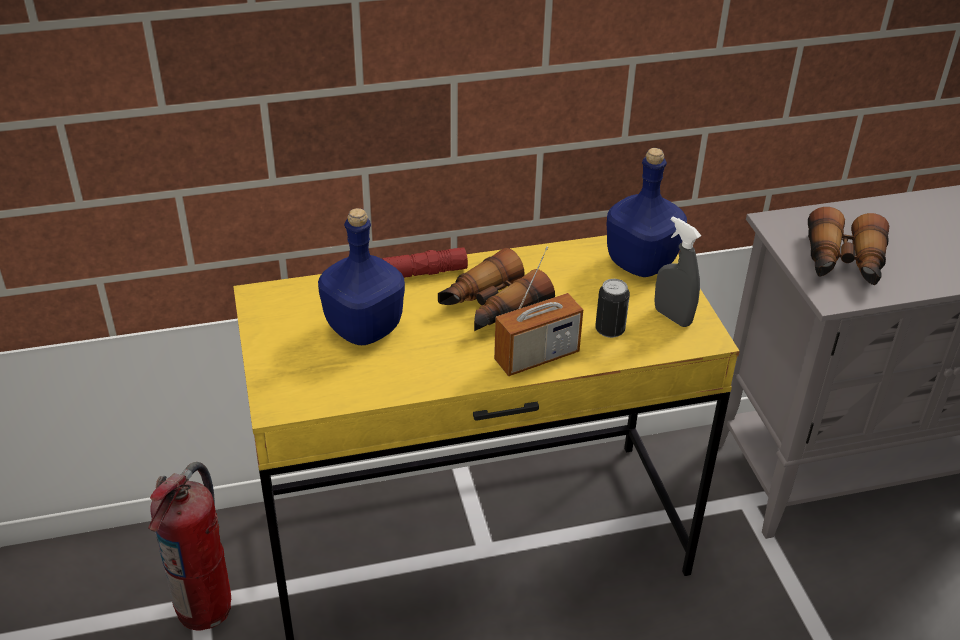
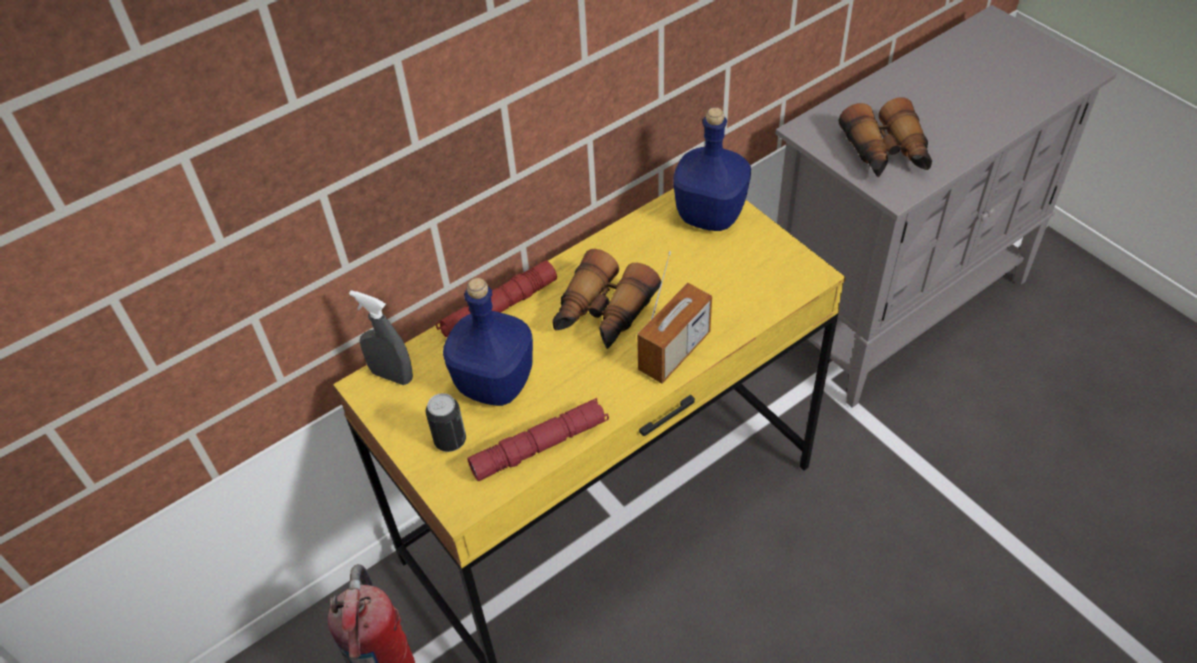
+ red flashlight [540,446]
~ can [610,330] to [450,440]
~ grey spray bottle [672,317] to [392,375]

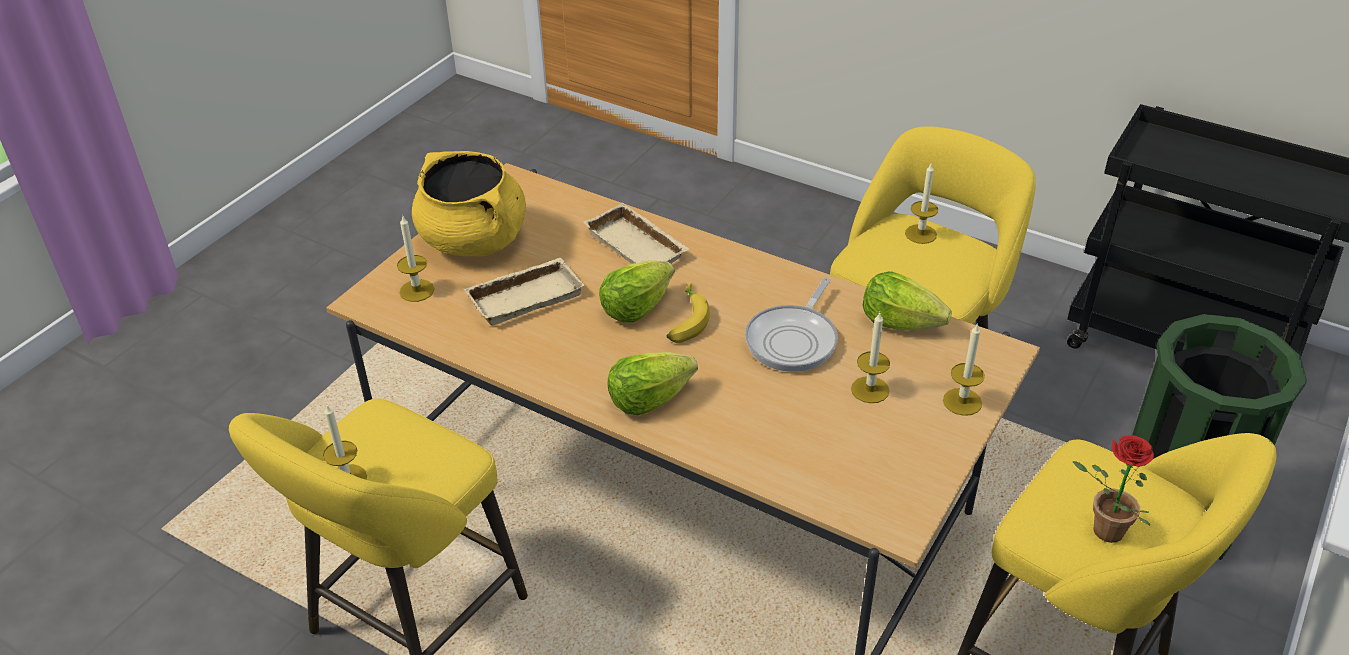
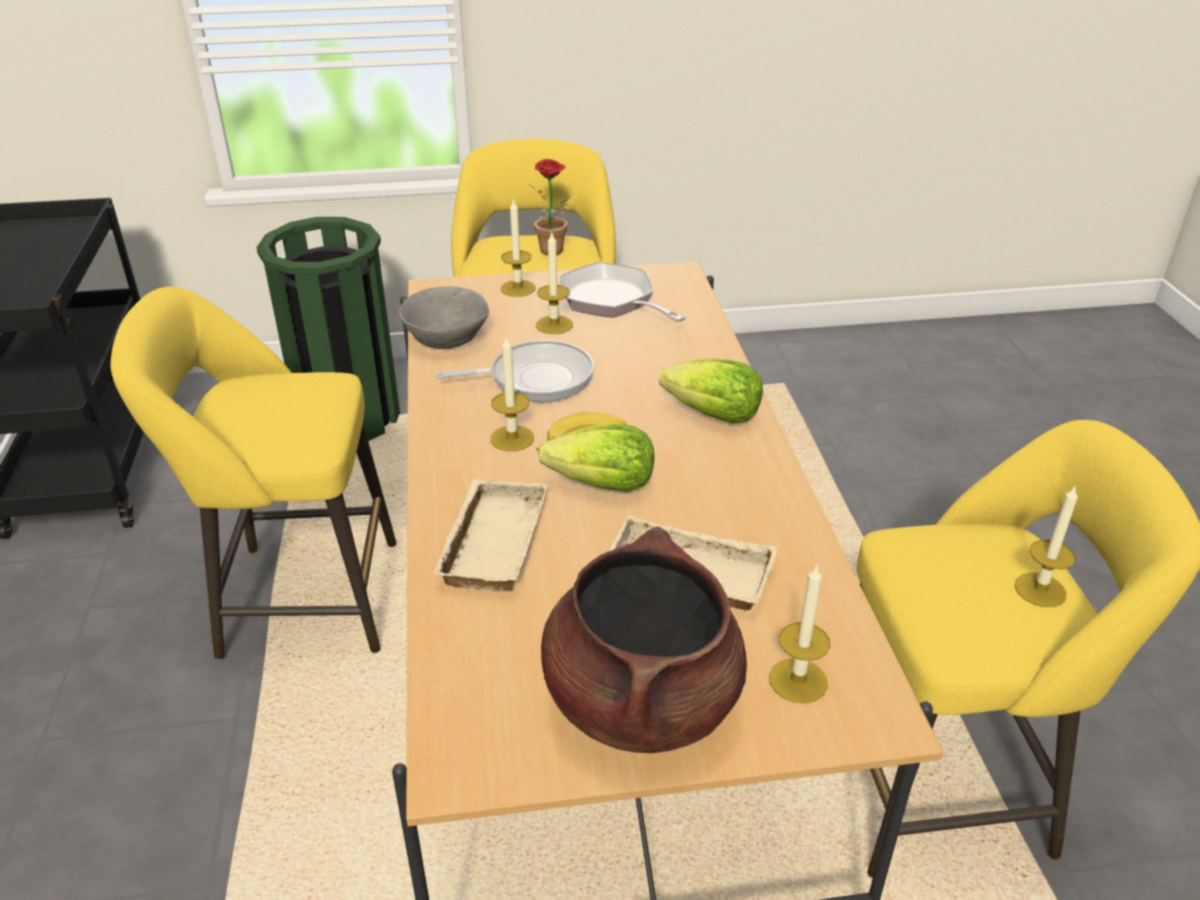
+ frying pan [612,301]
~ candle [920,234] to [512,438]
~ lettuce [899,322] to grey bowl [445,340]
~ yellow cooking pot [474,240] to brown cooking pot [641,700]

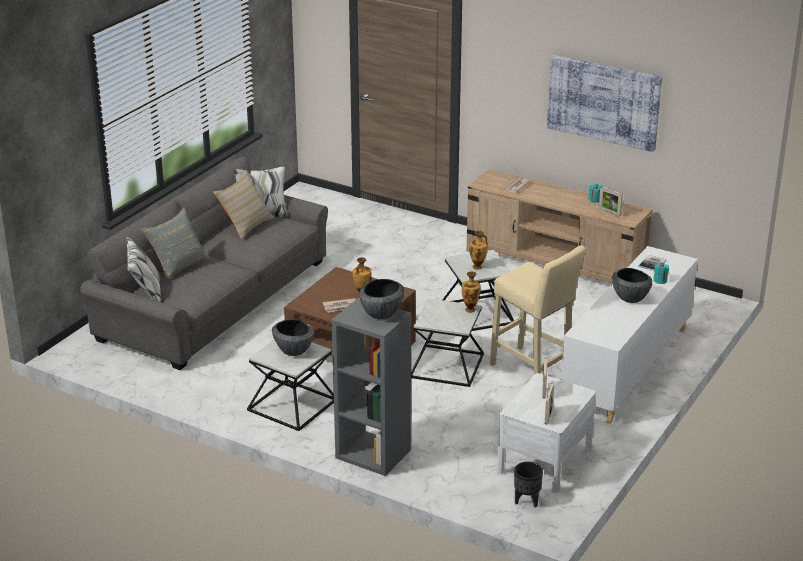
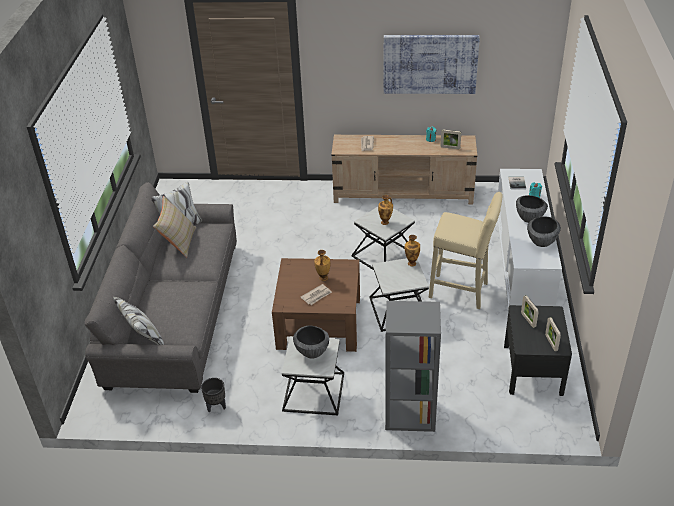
- grey pillow [178,265]
~ bowl [381,314] to [541,242]
~ black planter [526,501] to [216,406]
~ white nightstand [544,460] to black nightstand [533,369]

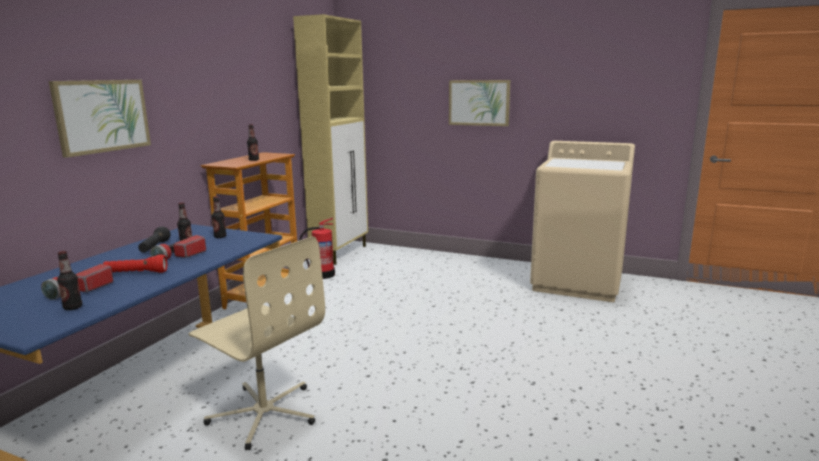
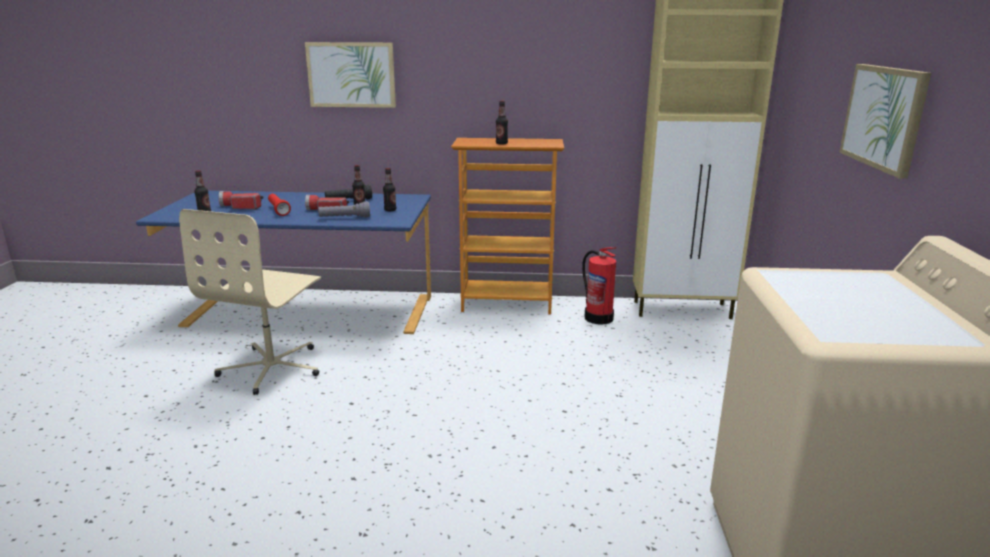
+ grey flashlight [345,218]

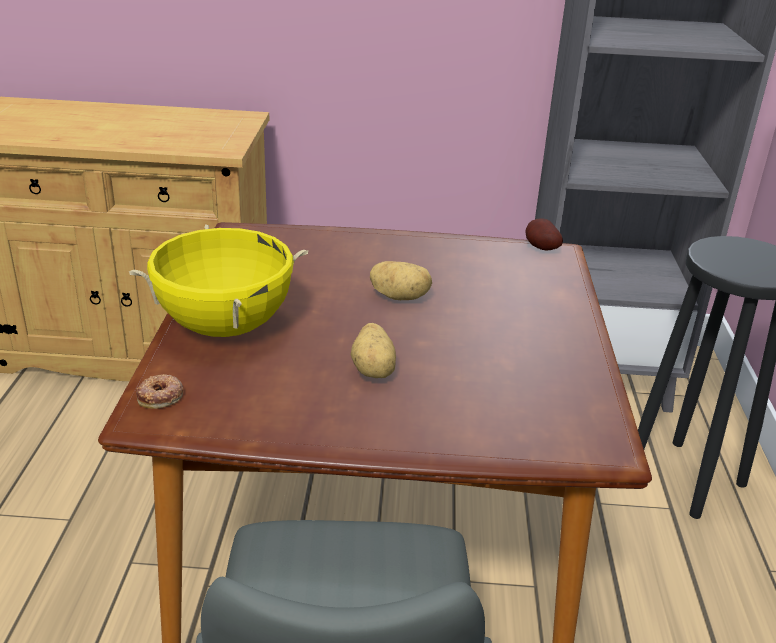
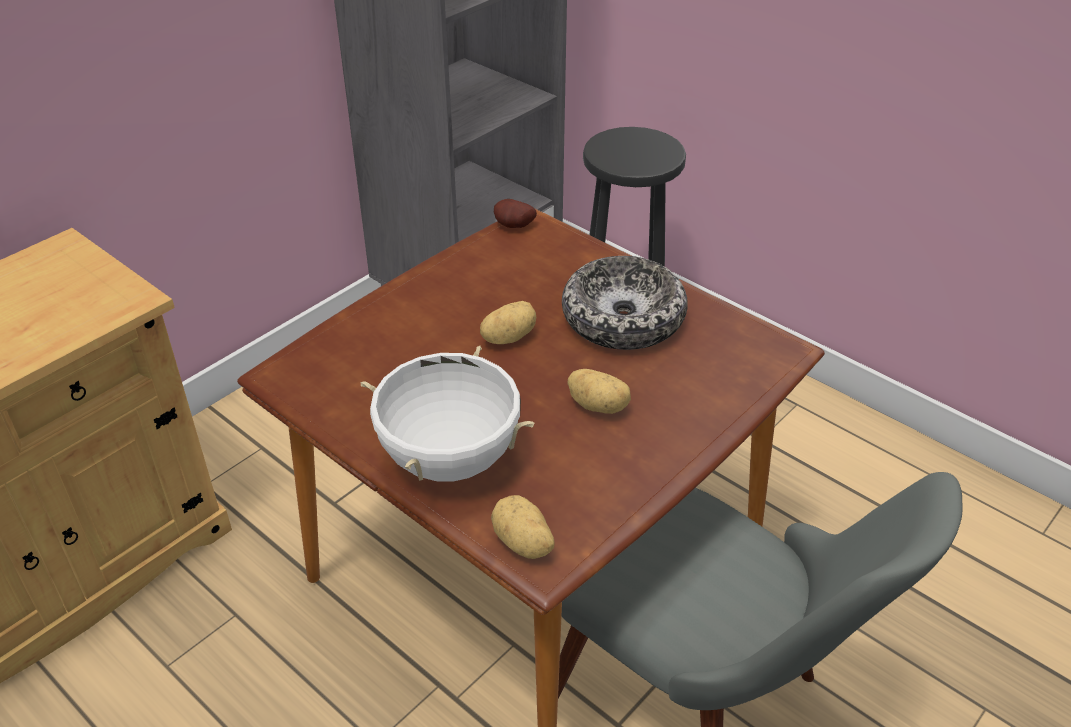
+ bowl [623,318]
~ donut [161,396] to potato [522,544]
~ yellow cooking pot [225,326] to white cooking pot [449,459]

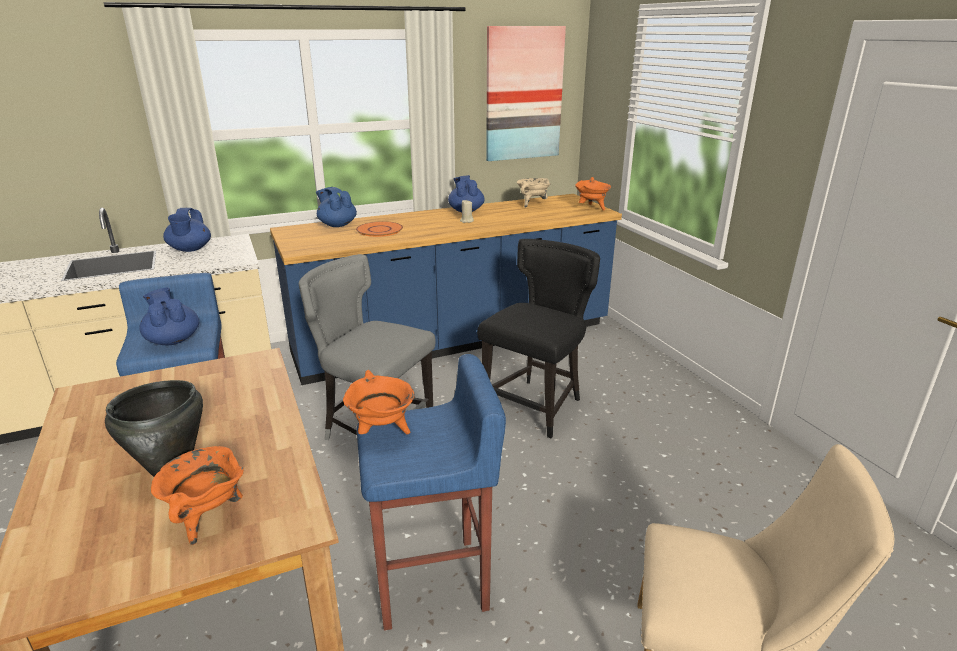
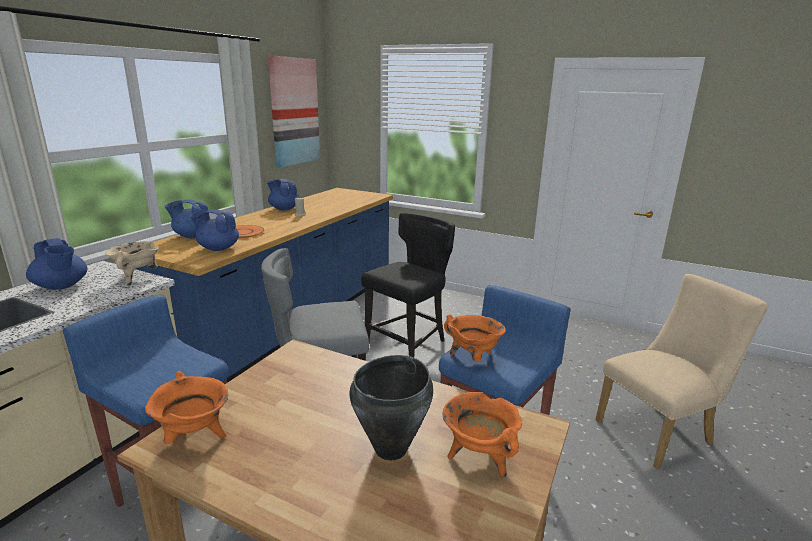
~ blue teapot [173,340] to [218,248]
~ beige cooking pot [532,204] to [137,278]
~ orange cooking pot [591,208] to [195,437]
~ black chair [536,406] = [408,343] 45 degrees clockwise

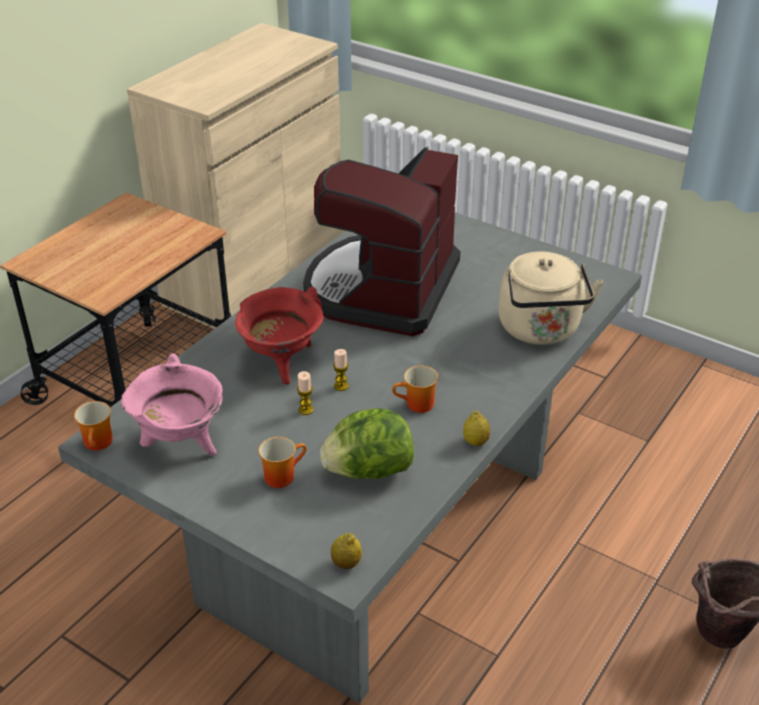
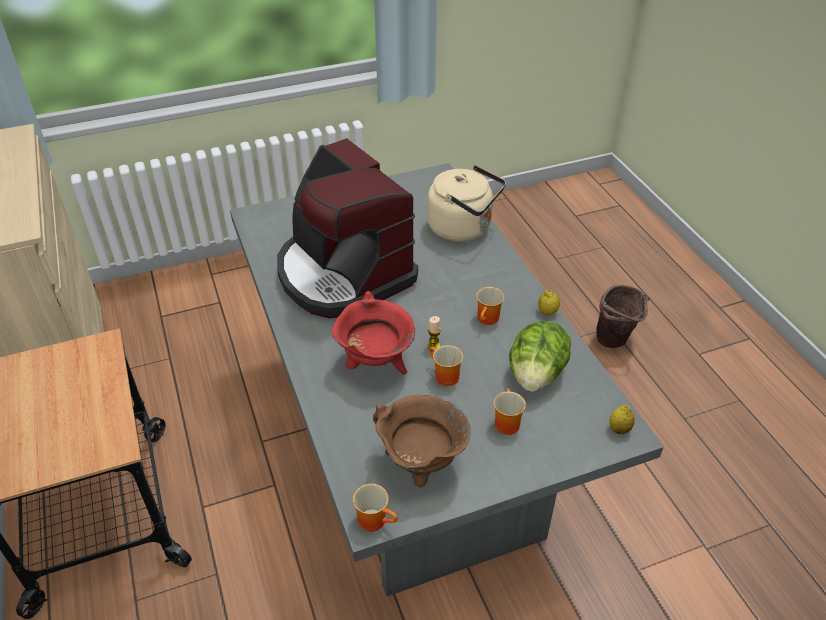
~ candle [305,410] to mug [443,376]
~ pink cooking pot [181,443] to brown cooking pot [421,465]

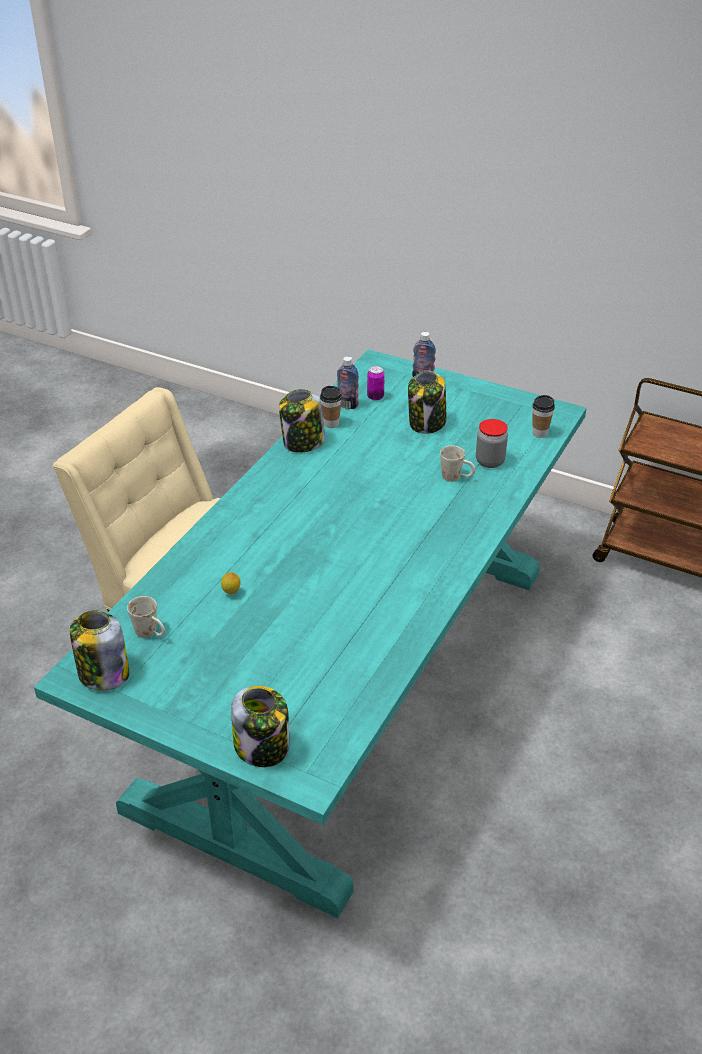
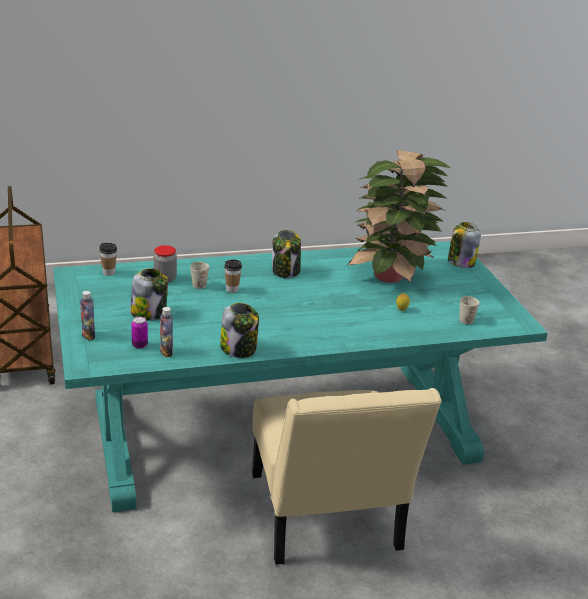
+ potted plant [390,277]
~ jar [103,674] to [286,271]
~ cup [331,423] to [232,290]

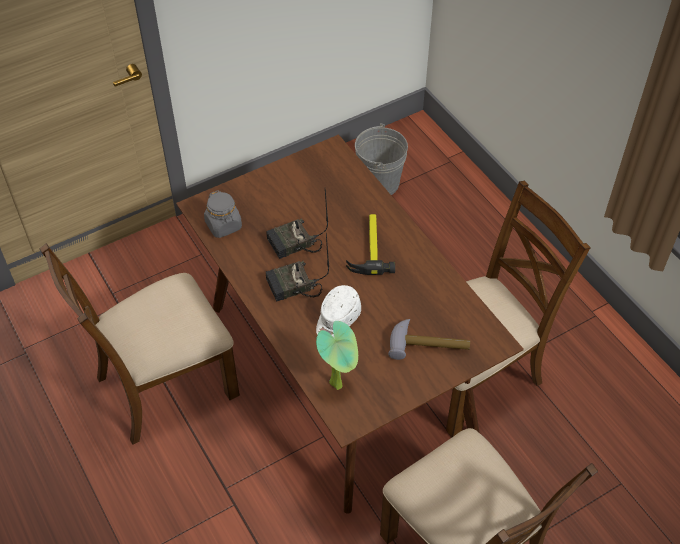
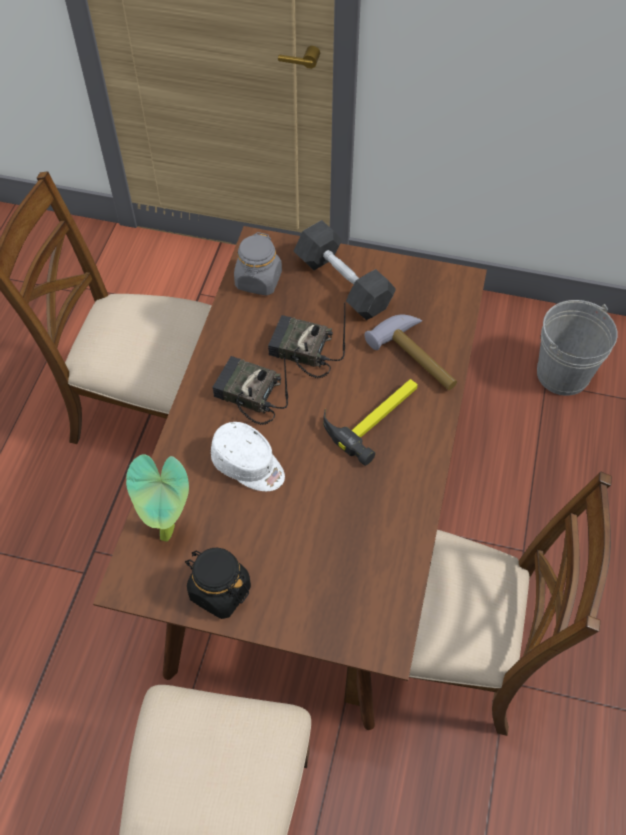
+ black jar [219,591]
+ grey dumbbell [343,283]
~ hammer [429,344] to [417,358]
~ white cap [337,319] = [249,465] 135 degrees counterclockwise

